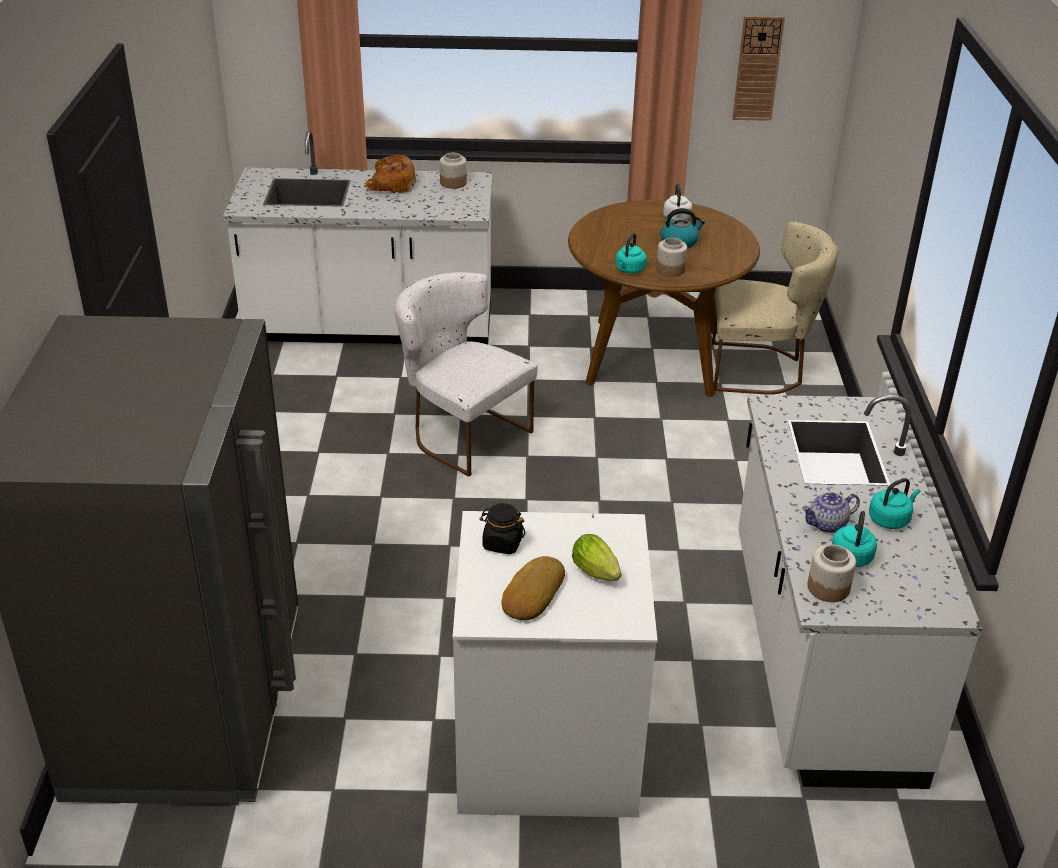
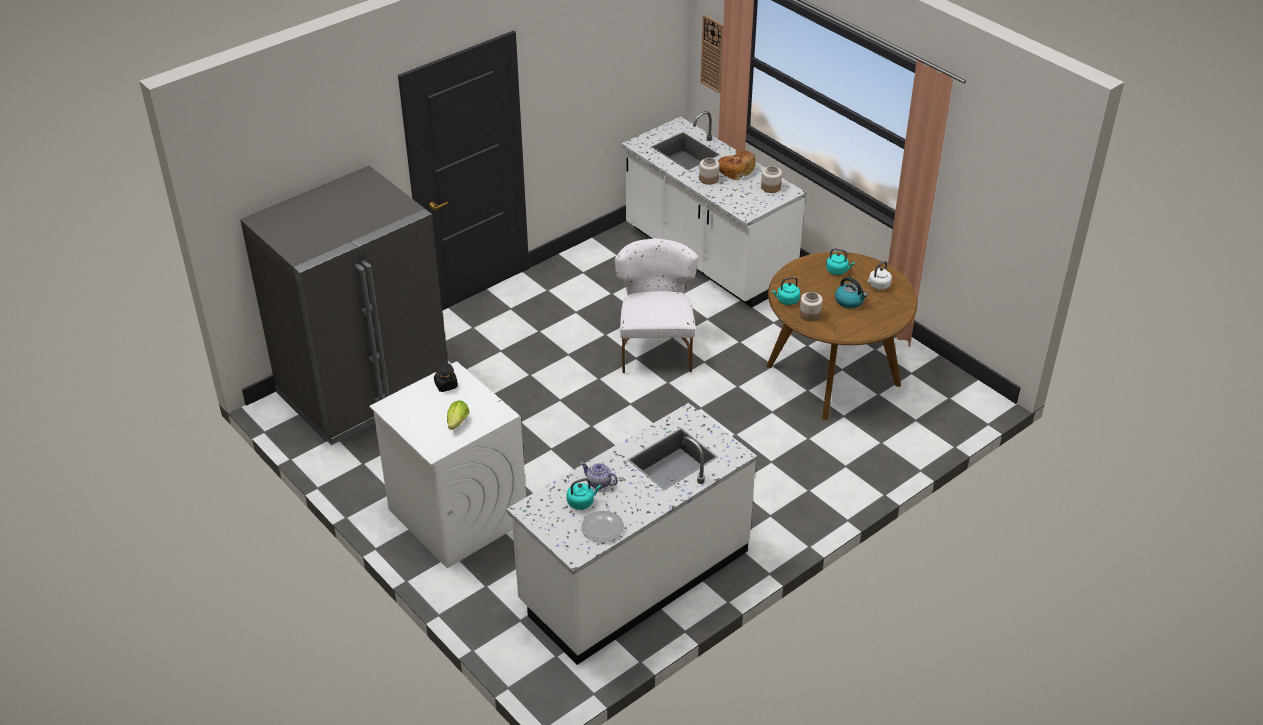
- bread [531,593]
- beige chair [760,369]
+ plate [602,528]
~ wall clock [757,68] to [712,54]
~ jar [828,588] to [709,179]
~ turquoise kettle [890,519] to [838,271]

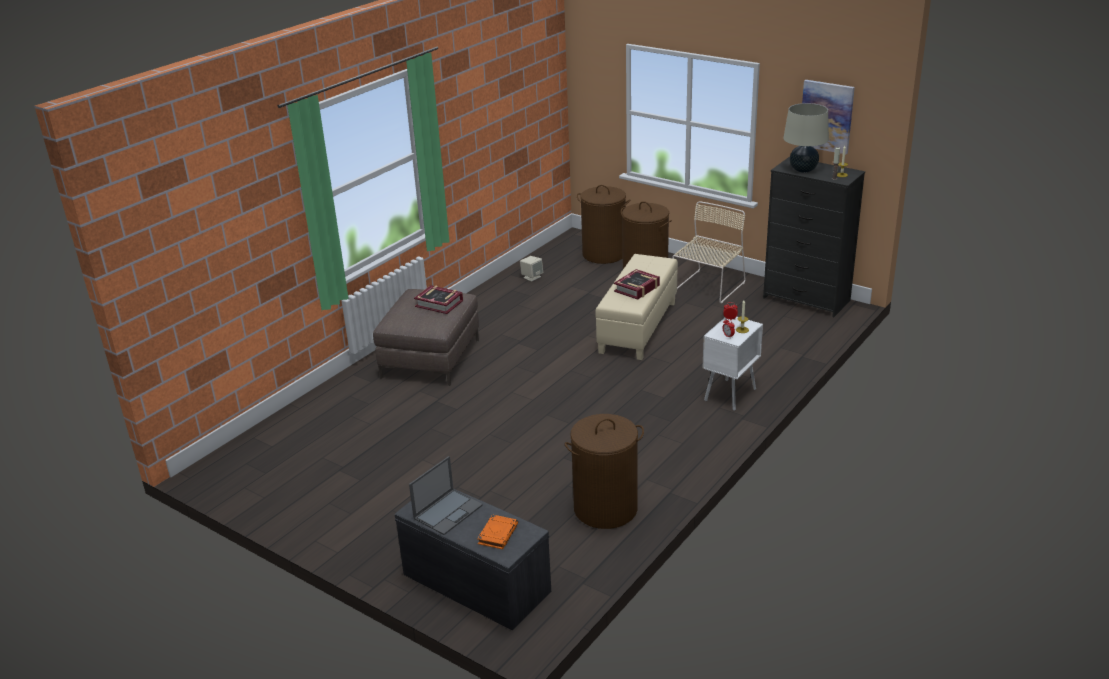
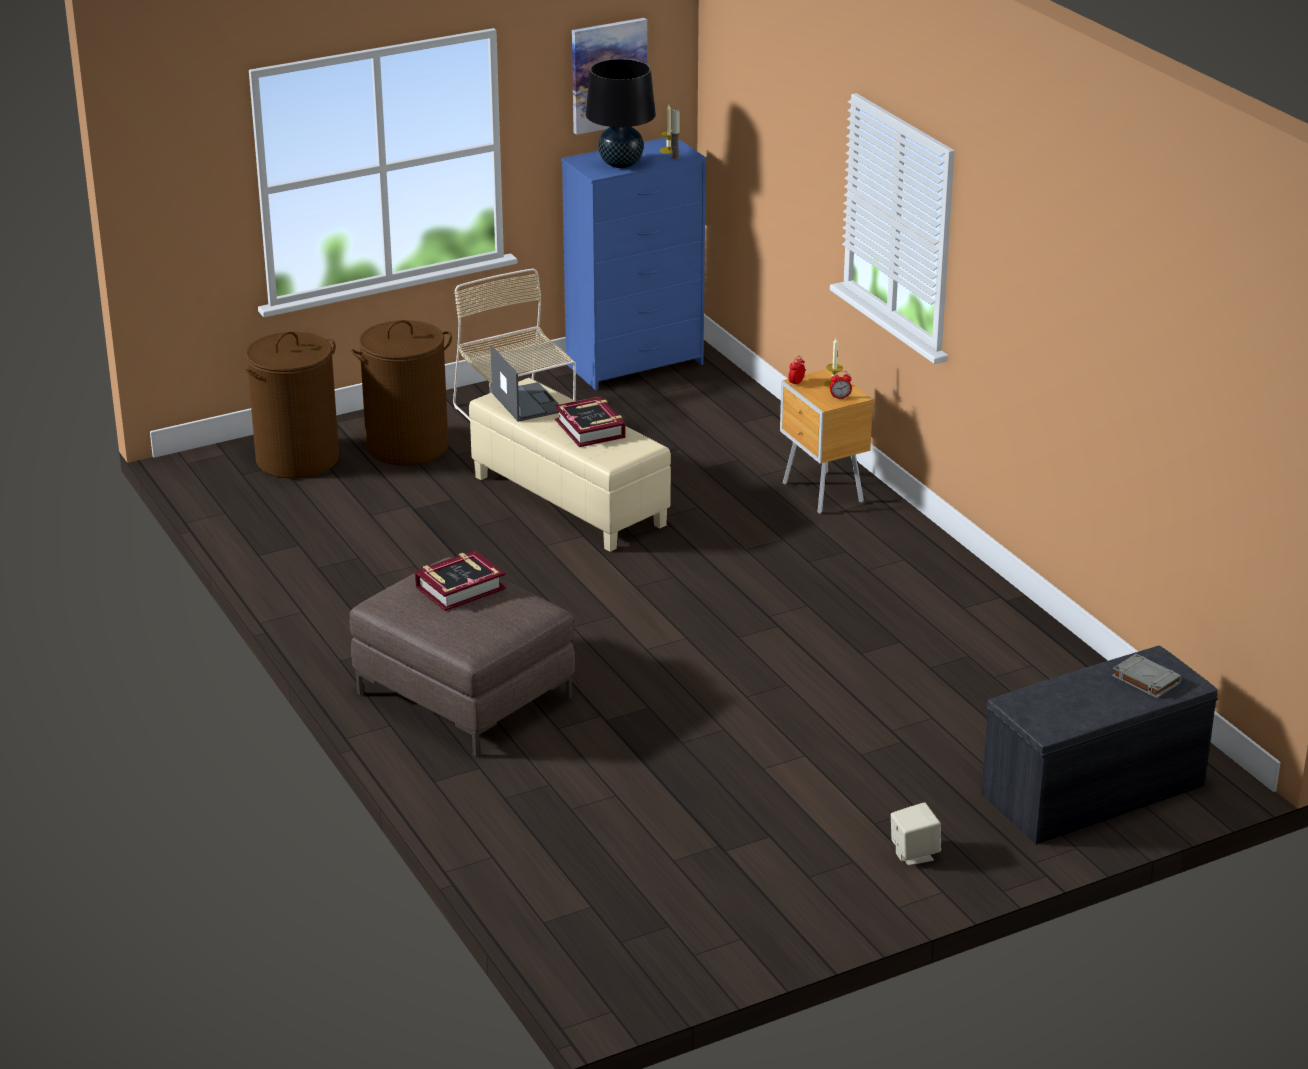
- brown laundry basket [605,509]
~ laptop [448,511] to [527,402]
~ beige speaker [532,277] to [913,854]
~ orange book [498,534] to grey book [1145,679]
~ white nightstand [729,395] to brown nightstand [822,494]
~ black dresser [807,299] to blue dresser [636,364]
~ beige table lamp [803,170] to black table lamp [621,164]

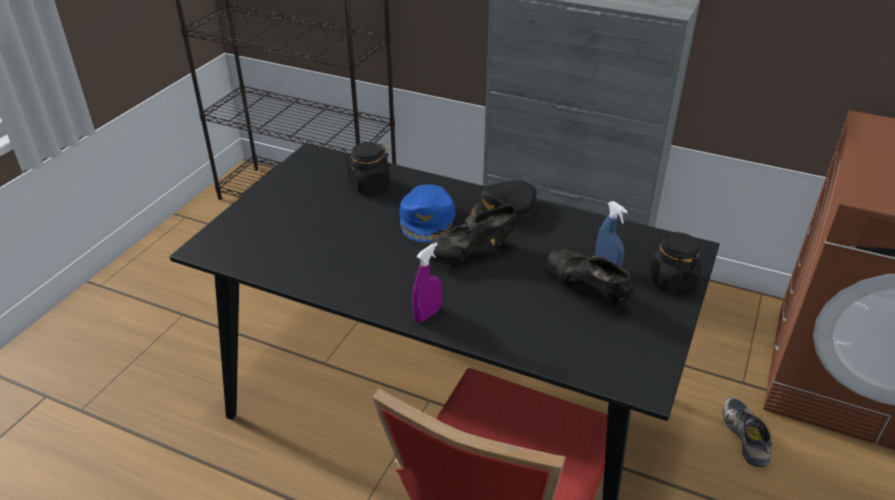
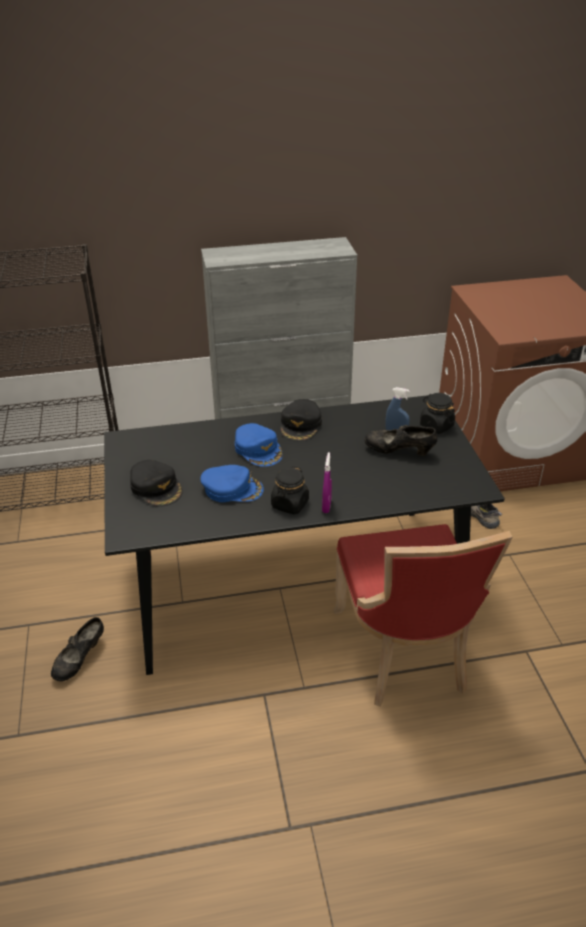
+ black cap [156,487]
+ blue cap [232,488]
~ black jar [369,184] to [290,504]
~ black shoe [471,253] to [80,660]

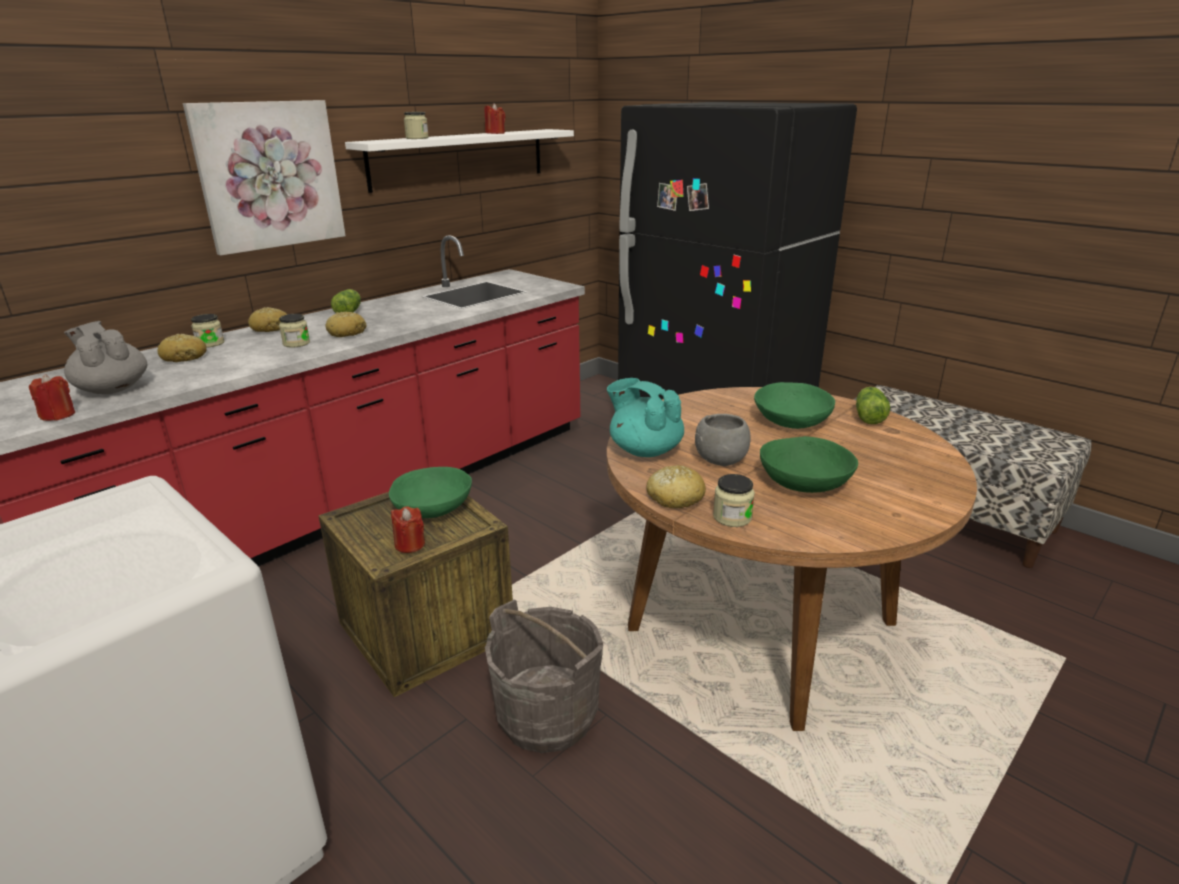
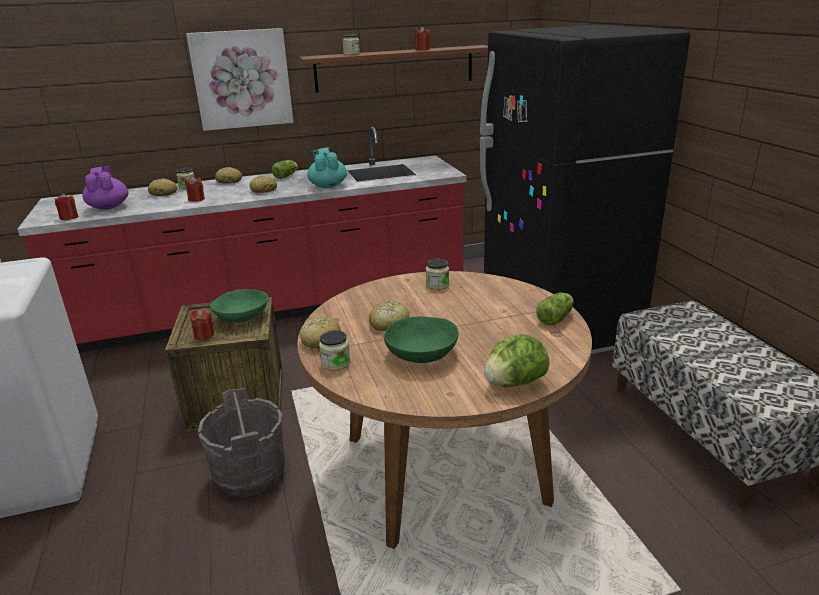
- green bowl [791,421]
+ red candle [196,199]
+ lettuce [514,383]
~ jar [296,343] to [437,285]
~ turquoise teapot [644,450] to [328,186]
~ grey bowl [721,461] to bread [389,324]
~ grey teapot [112,389] to purple teapot [109,207]
~ white shelf [460,158] to brown shelf [395,68]

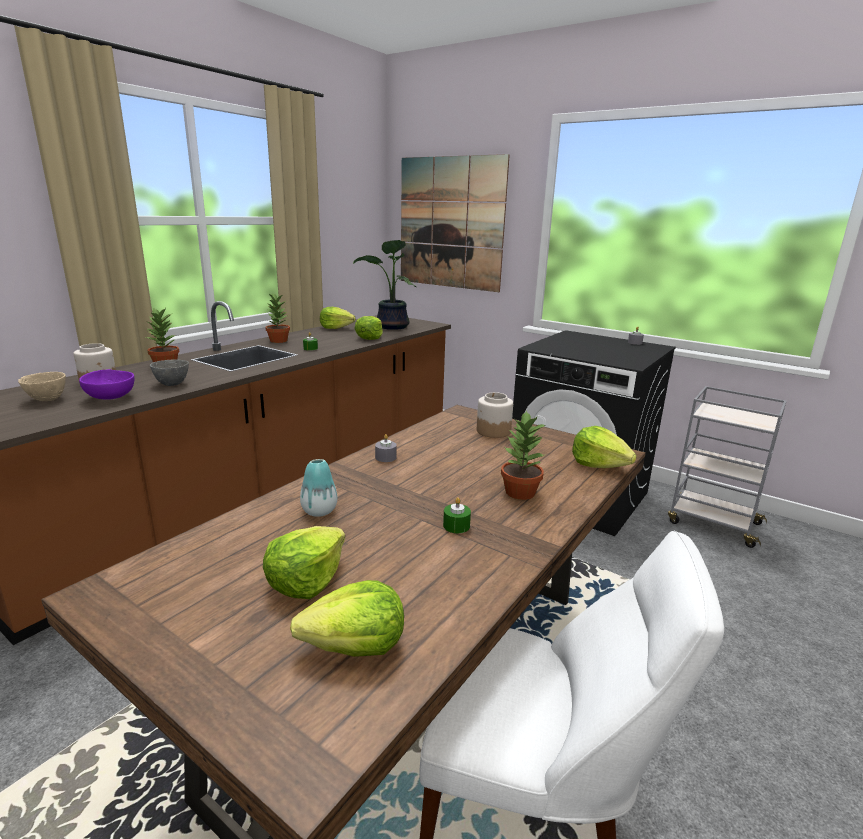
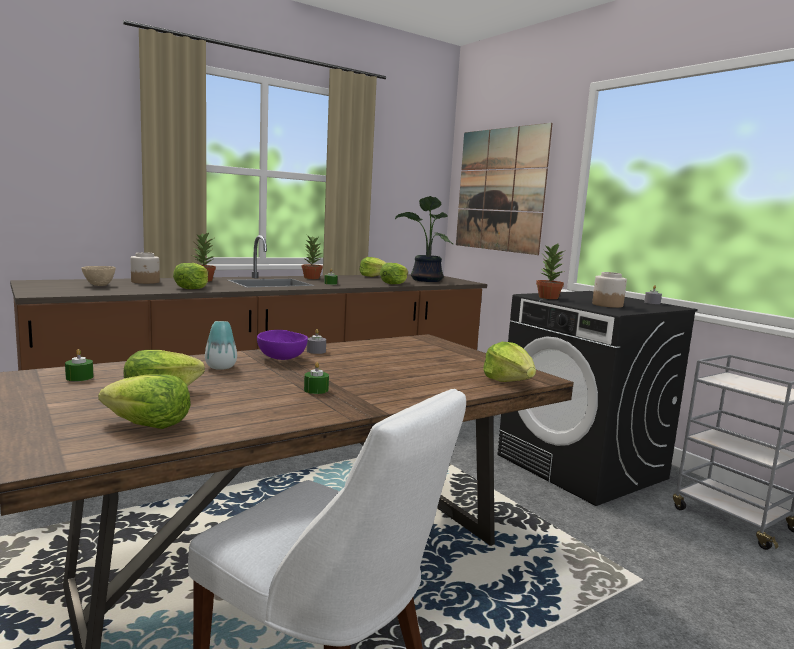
+ green candle [79,377]
~ purple bowl [111,397] to [282,358]
~ jar [493,431] to [607,305]
~ potted plant [519,493] to [548,297]
~ grey bowl [171,384] to lettuce [192,288]

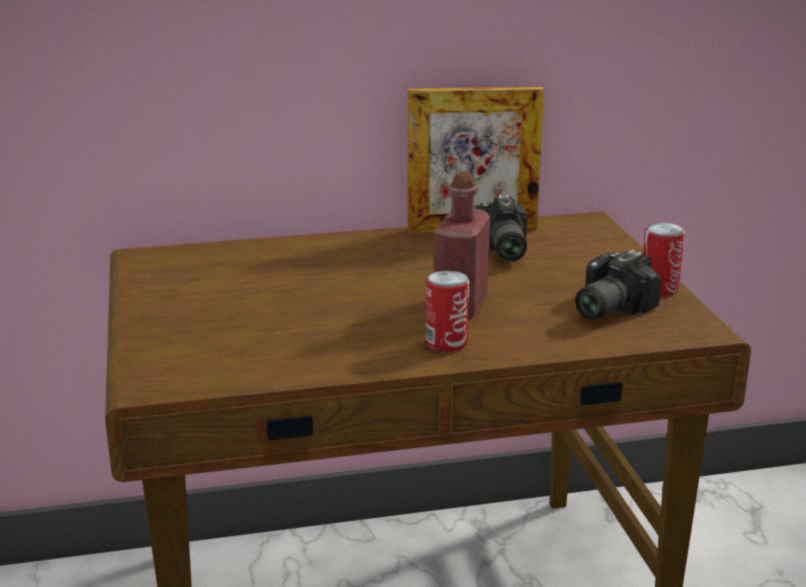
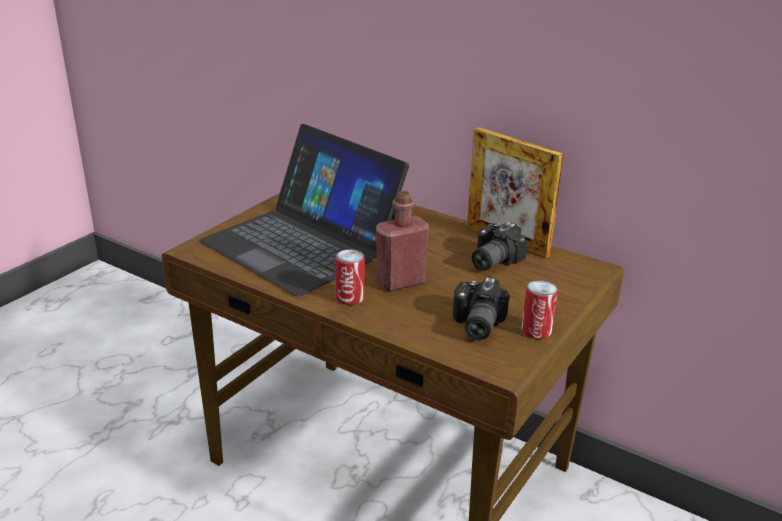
+ laptop [303,243]
~ photo camera [605,308] = [475,325] 75 degrees counterclockwise

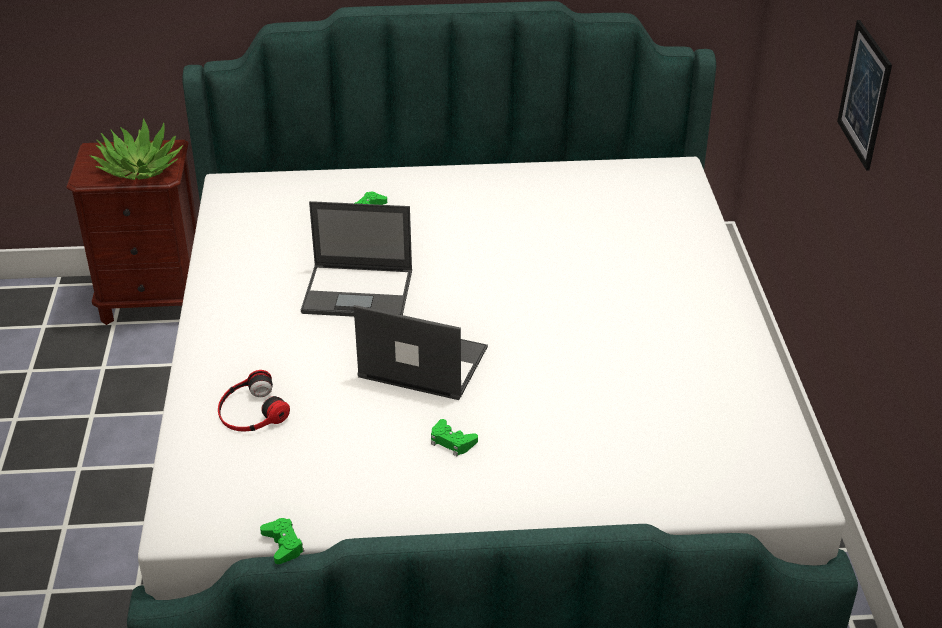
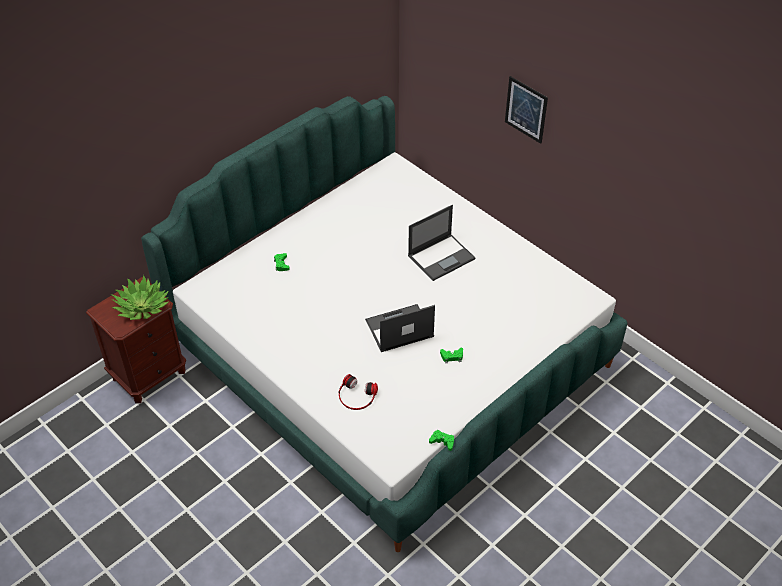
~ laptop [359,292] to [441,257]

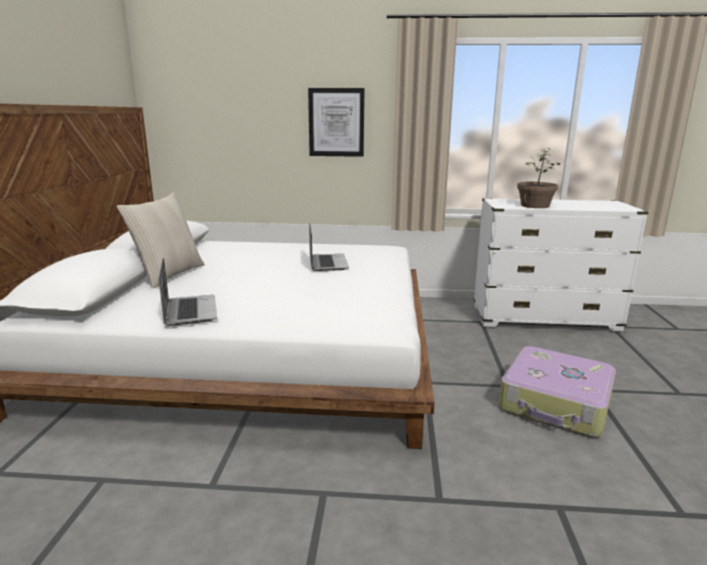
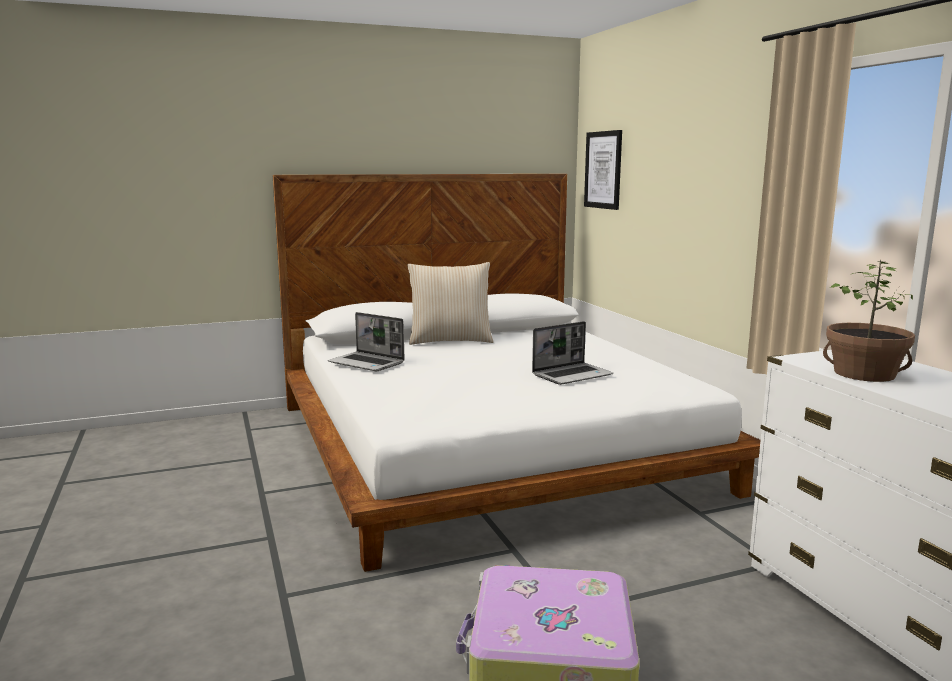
~ picture [336,122] to [603,170]
~ laptop [189,311] = [367,363] 75 degrees clockwise

